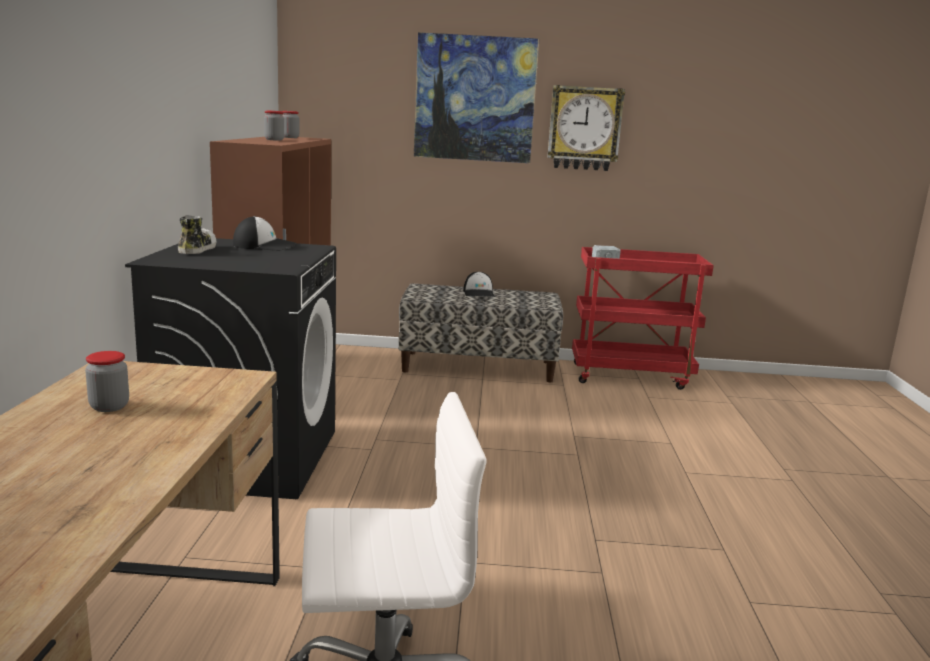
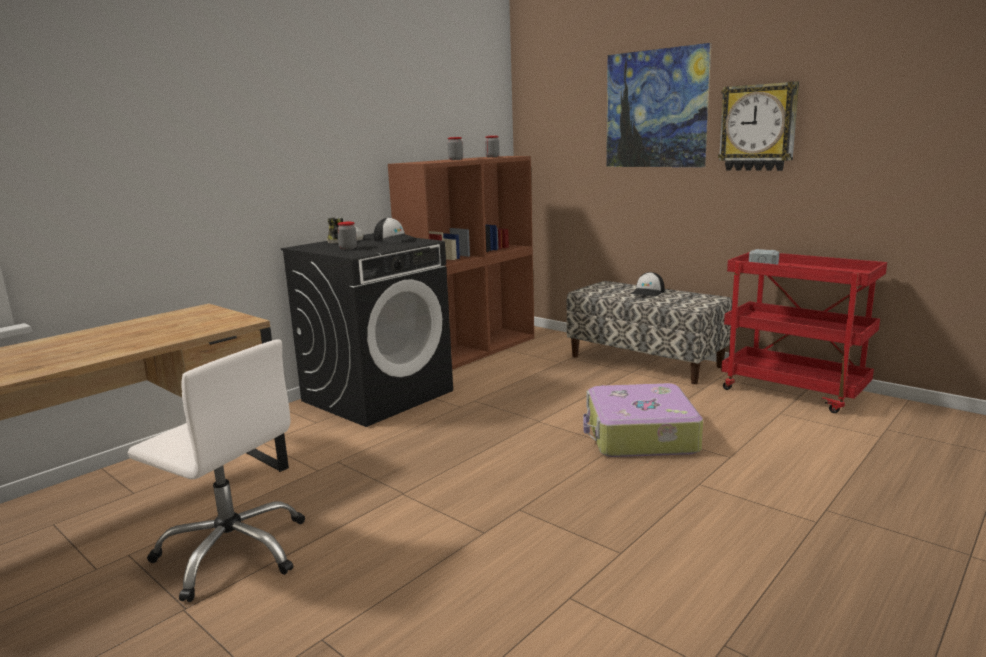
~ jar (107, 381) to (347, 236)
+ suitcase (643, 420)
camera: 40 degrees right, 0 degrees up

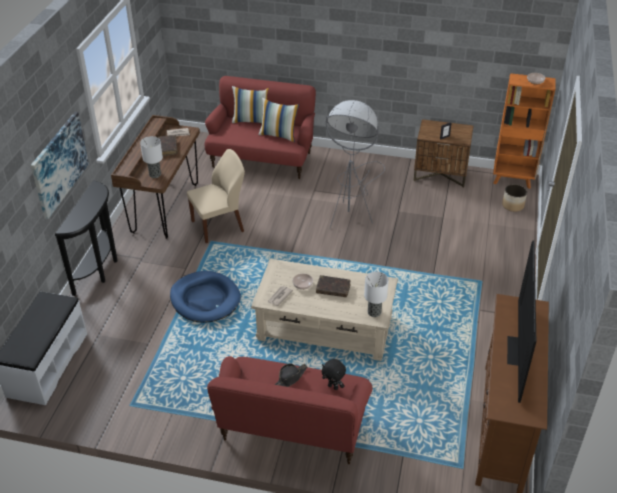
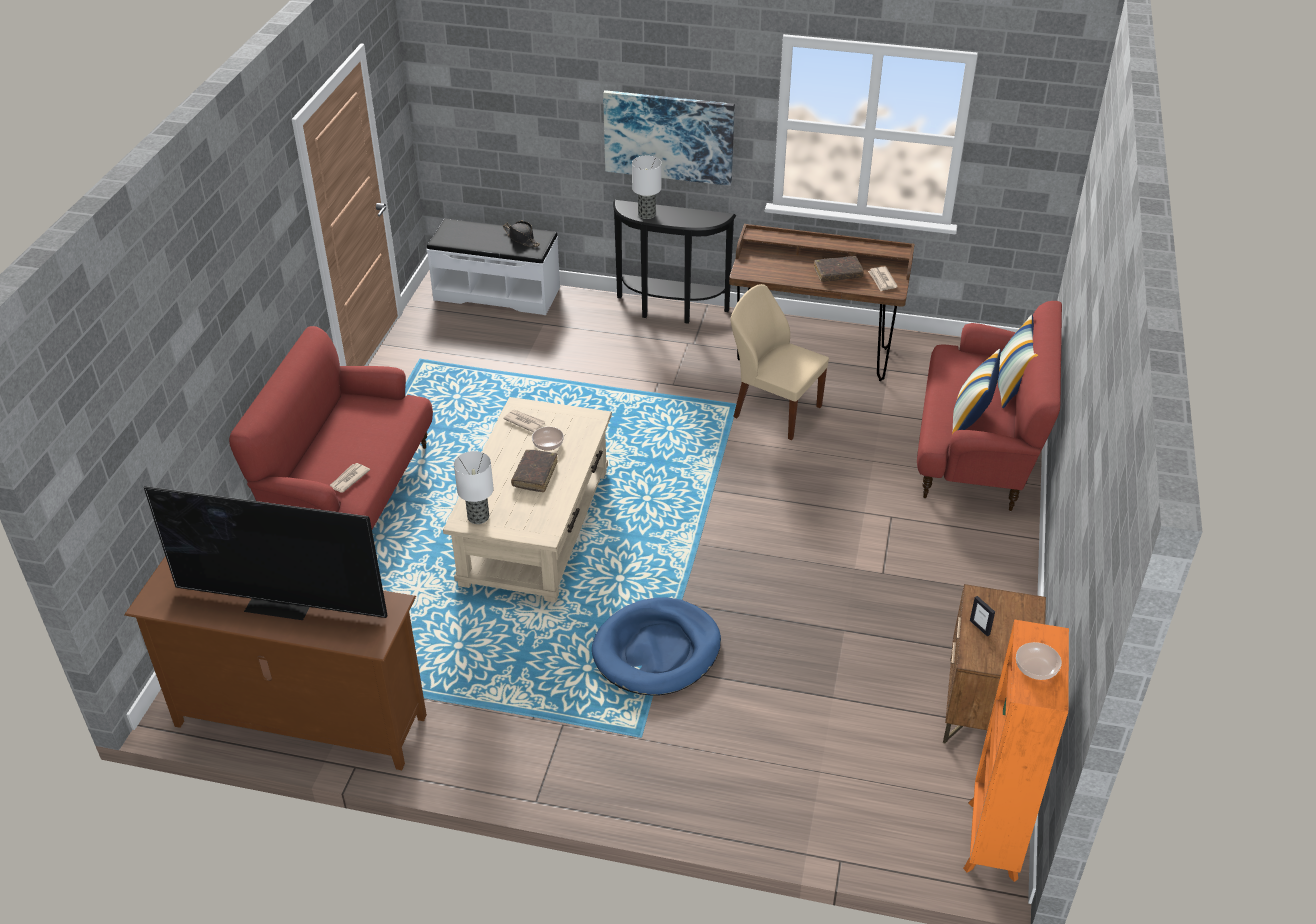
~ plush toy/black (334, 374) to newspaper (349, 478)
~ hat/black (290, 375) to (521, 234)
~ dog bed/blue (205, 297) to (656, 646)
~ table lamp (151, 157) to (646, 187)
~ chair/beige (216, 196) = (779, 362) 150 degrees clockwise
- floor lamp/grey (355, 164)
- planter (514, 198)
camera: 90 degrees right, 0 degrees up

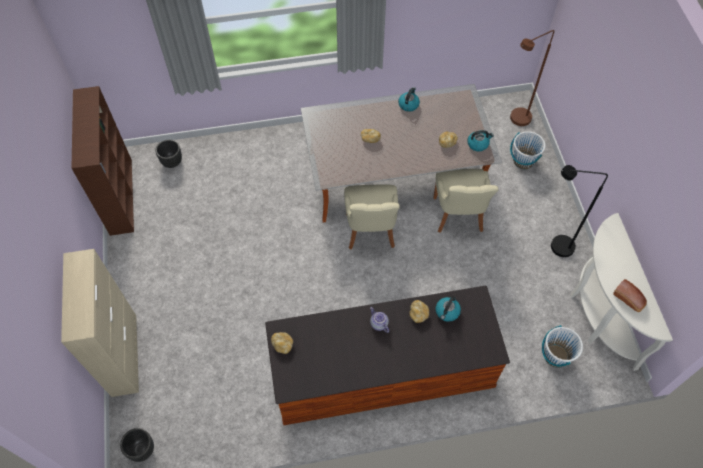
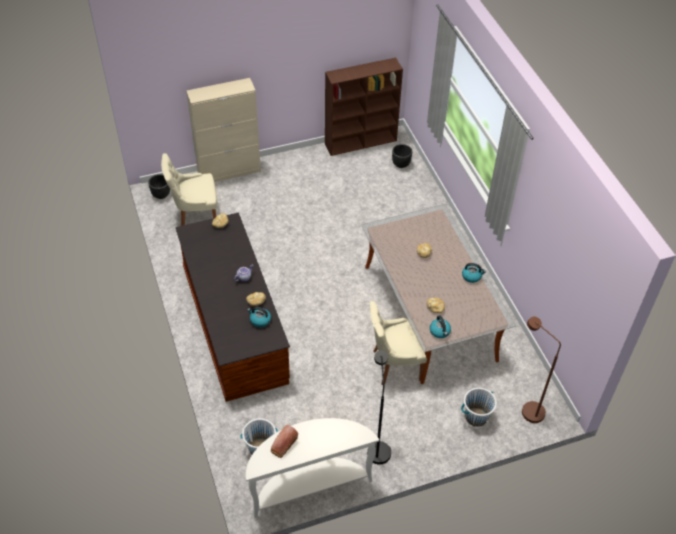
~ chair/beige (372, 217) to (189, 189)
camera: 80 degrees right, 10 degrees down

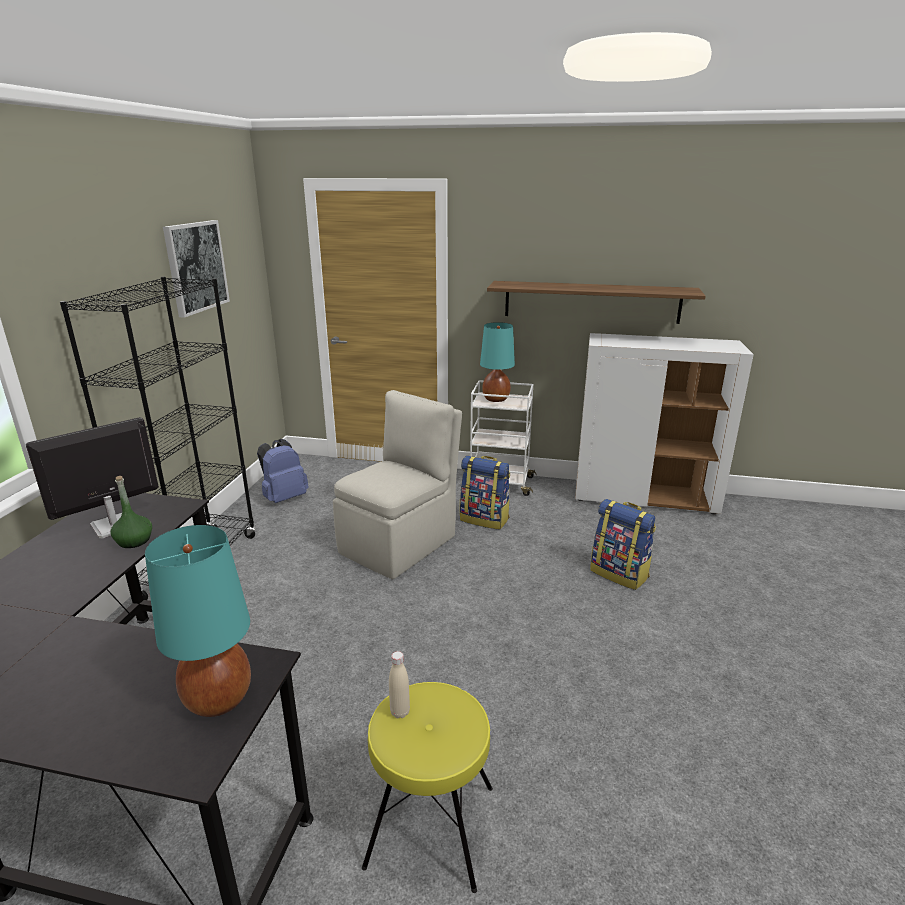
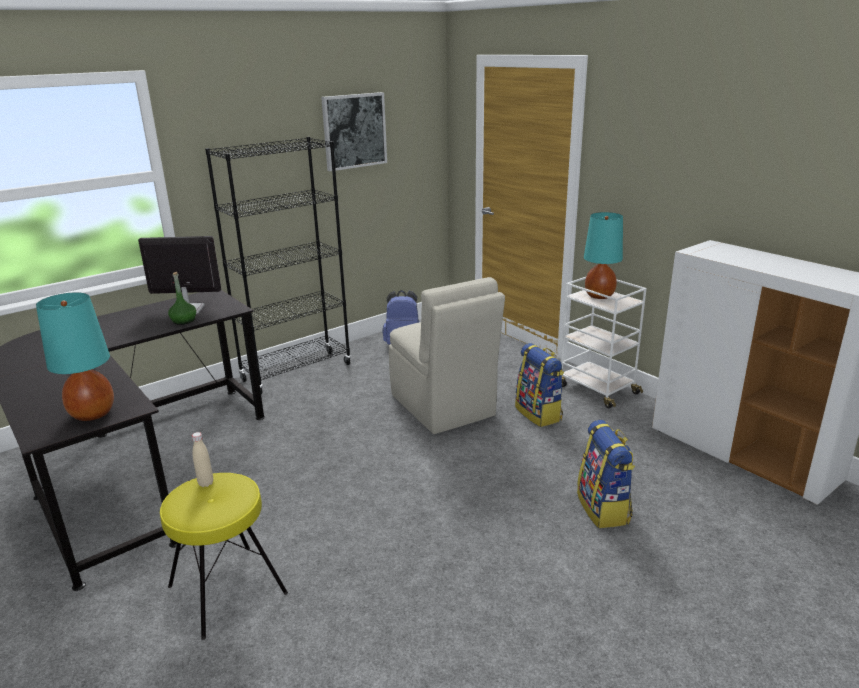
~ chair/beige (397, 484) = (447, 355) 75 degrees clockwise
- shelf (596, 302)
camera: 40 degrees right, 0 degrees up

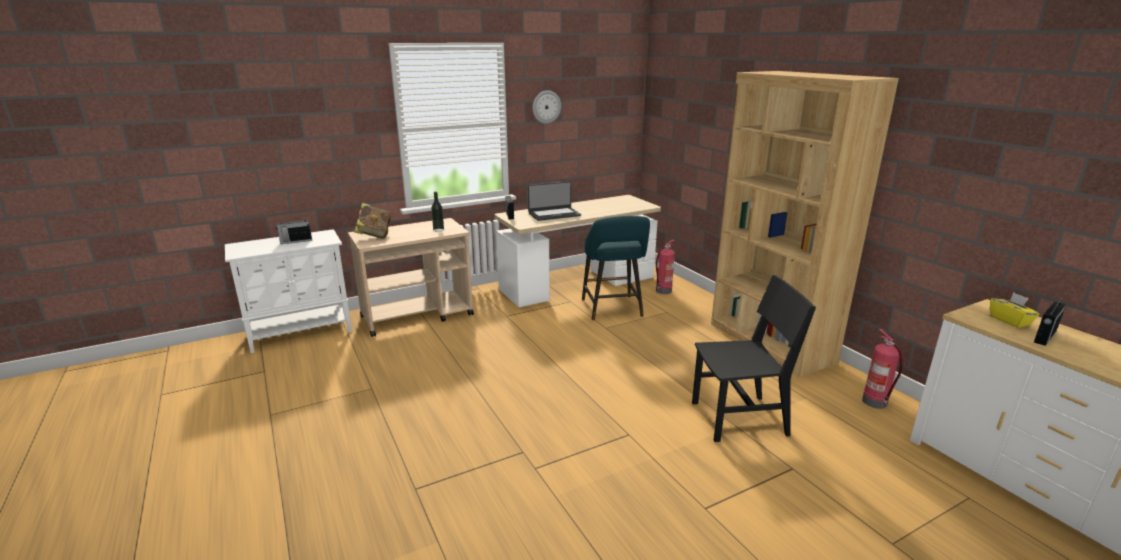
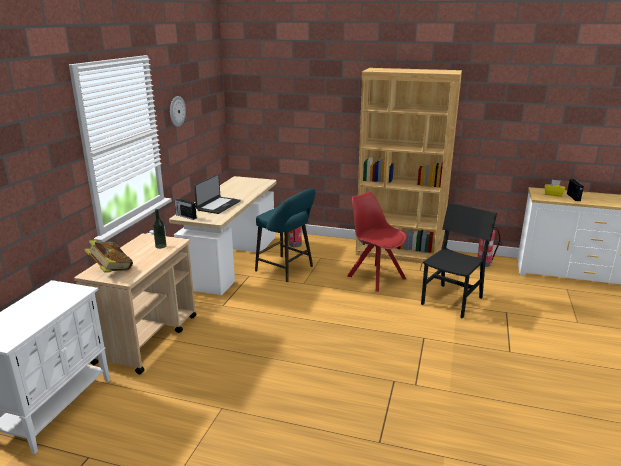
+ chair/red (377, 242)
- radio (294, 230)
camera: 45 degrees left, 0 degrees up

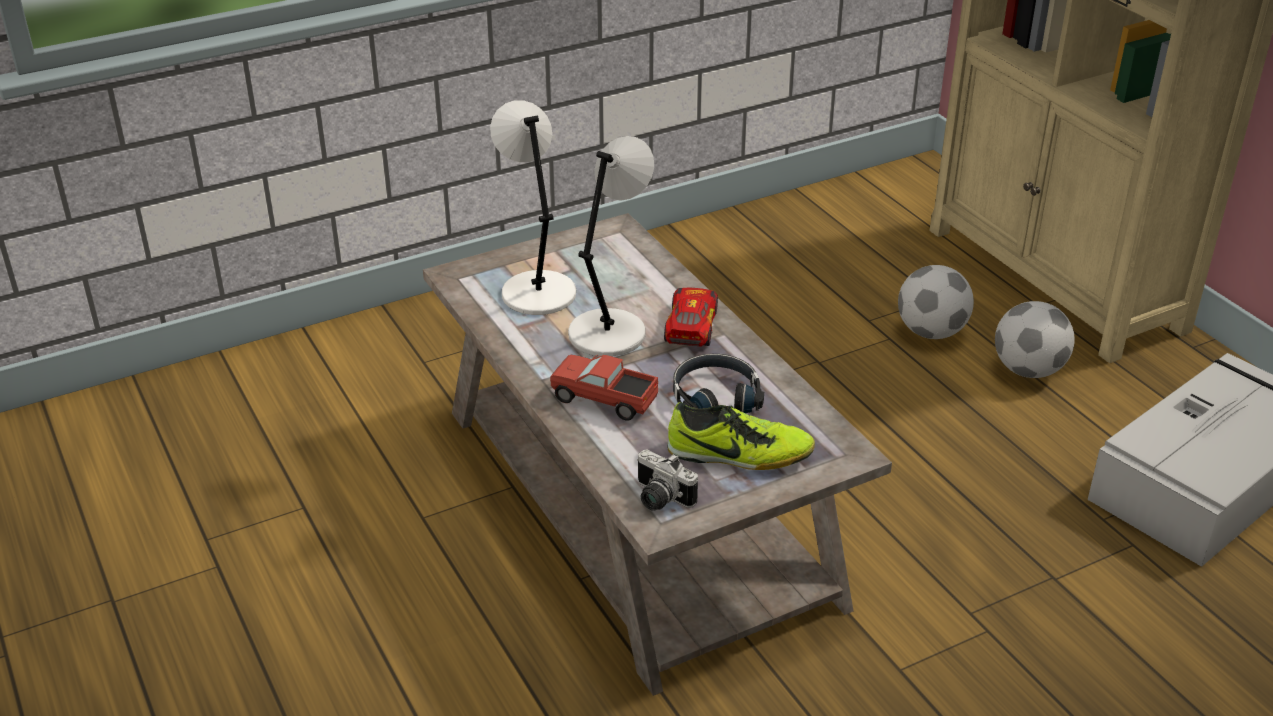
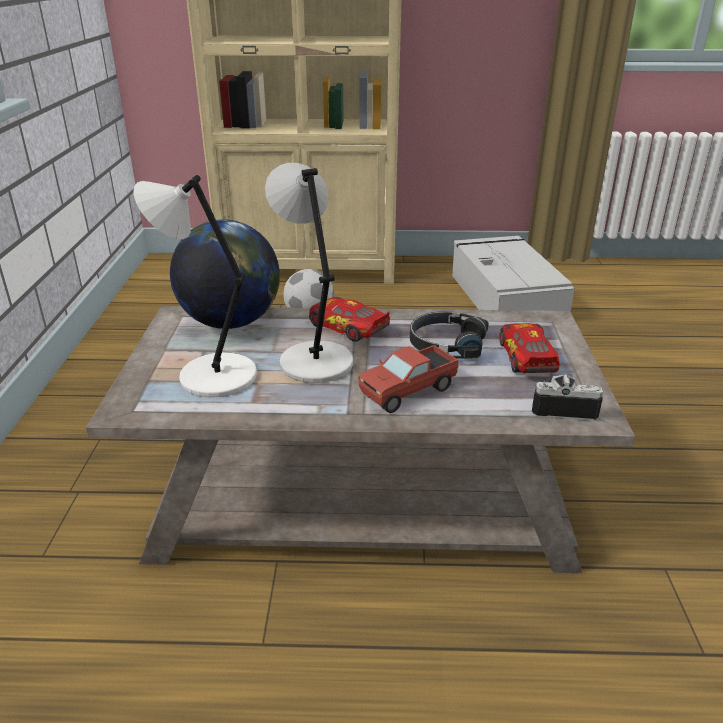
+ globe (225, 274)
~ shoe (741, 436) to toy car (529, 348)
~ photo camera (667, 480) = (567, 397) 150 degrees counterclockwise
- football (1035, 339)
camera: 60 degrees left, 5 degrees down

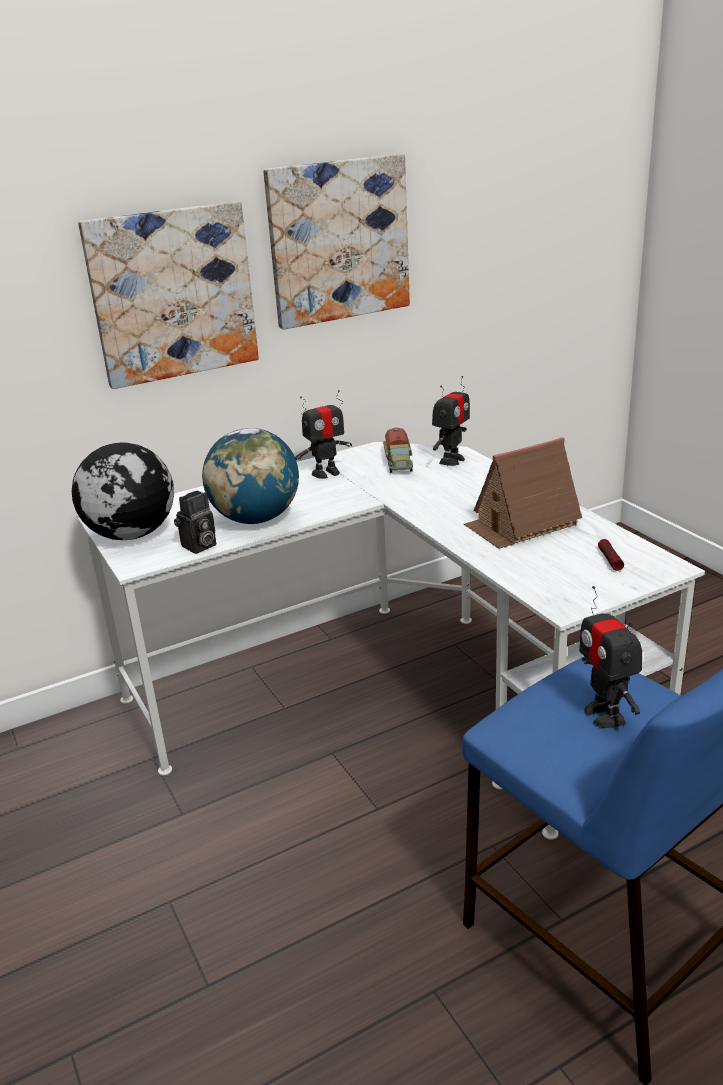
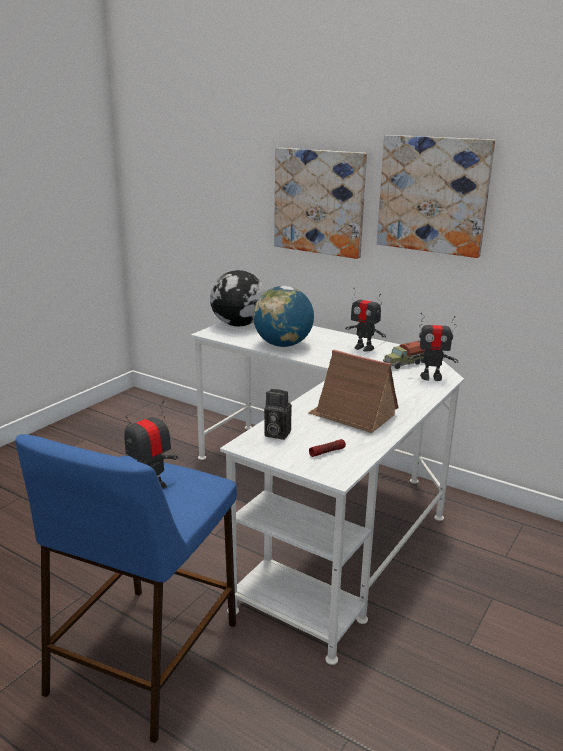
~ photo camera (195, 522) to (278, 414)
camera: 60 degrees right, 5 degrees down

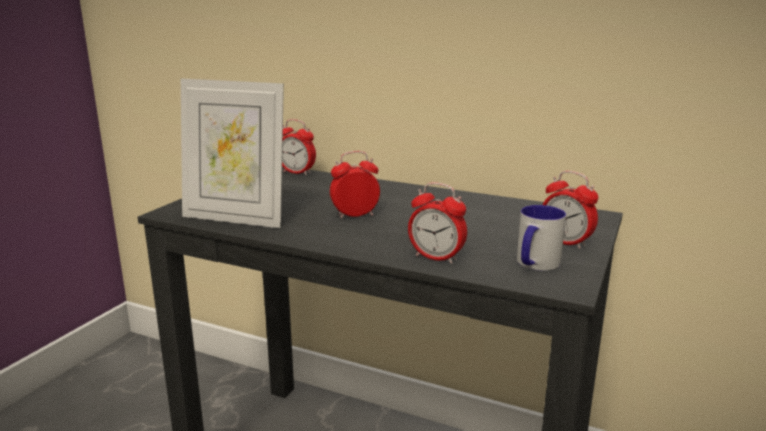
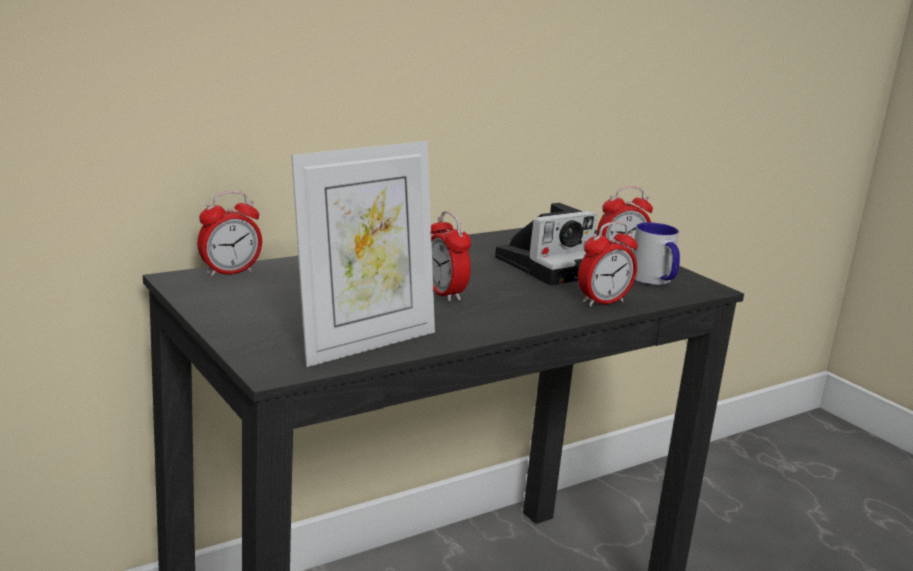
~ alarm clock (355, 185) = (451, 256) 45 degrees counterclockwise
+ photo camera (546, 244)
camera: 60 degrees left, 0 degrees up

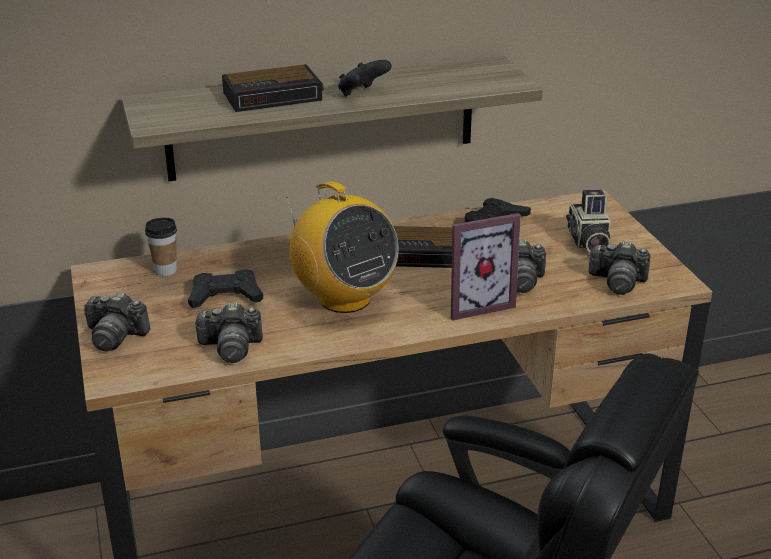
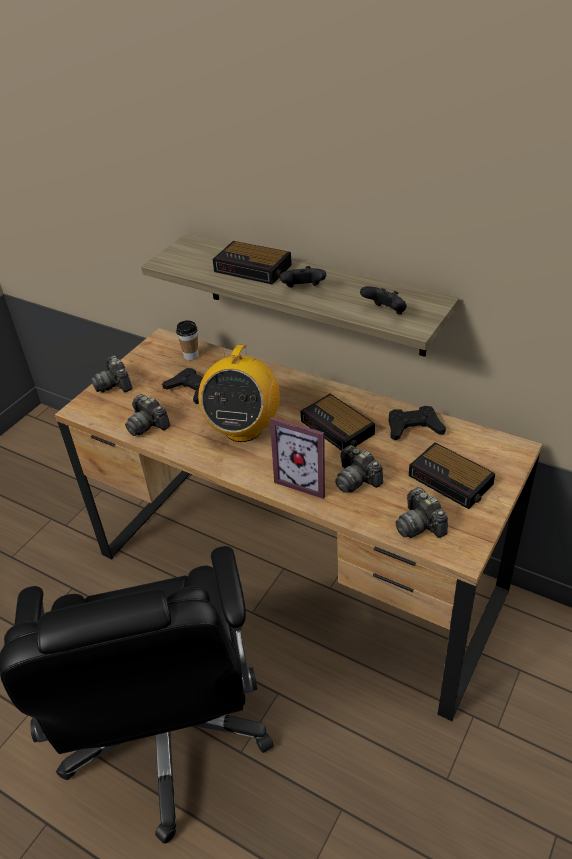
+ game controller/black (383, 300)
~ photo camera (588, 221) to alarm clock (452, 475)
camera: 50 degrees right, 10 degrees up

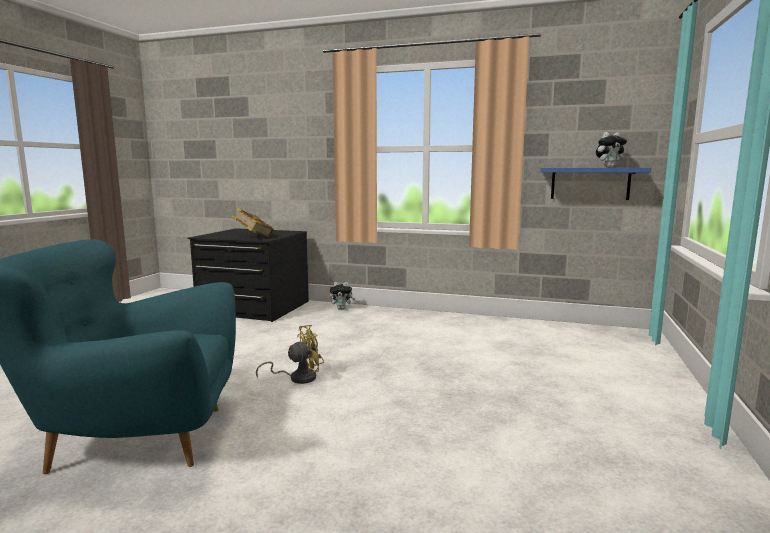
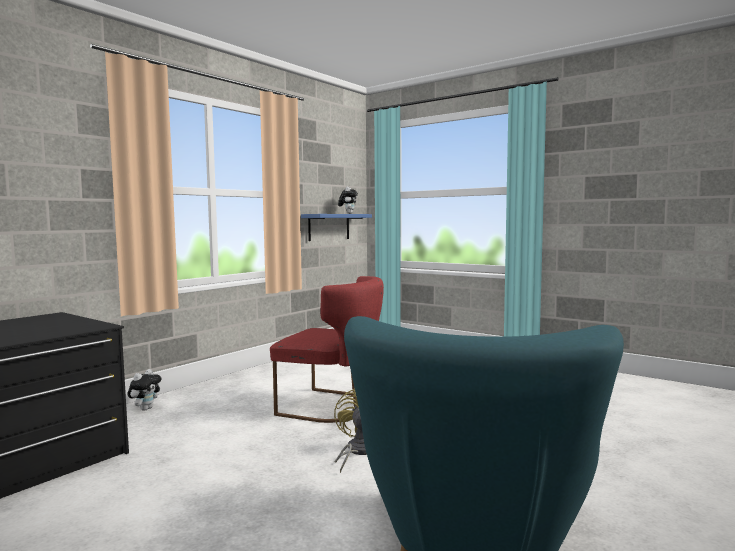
+ chair/red (327, 349)
- book (253, 222)
camera: 70 degrees left, 5 degrees down

